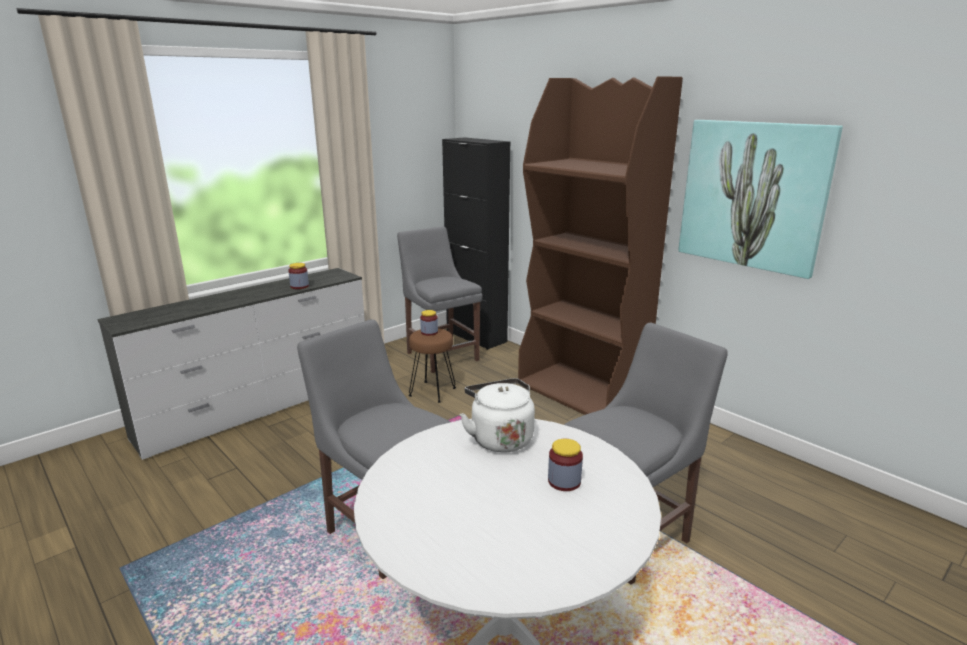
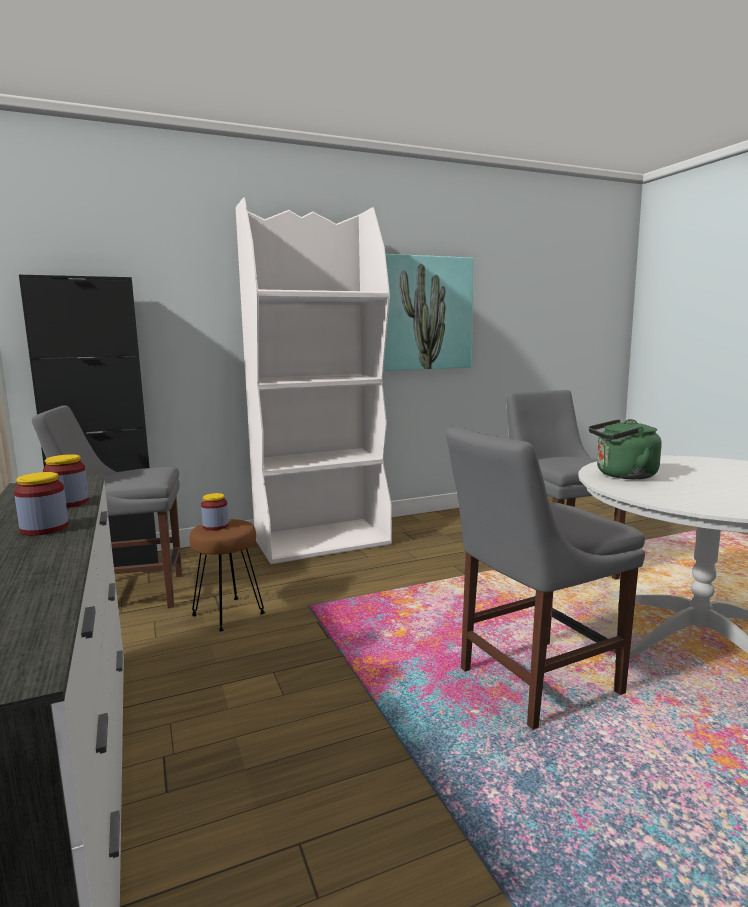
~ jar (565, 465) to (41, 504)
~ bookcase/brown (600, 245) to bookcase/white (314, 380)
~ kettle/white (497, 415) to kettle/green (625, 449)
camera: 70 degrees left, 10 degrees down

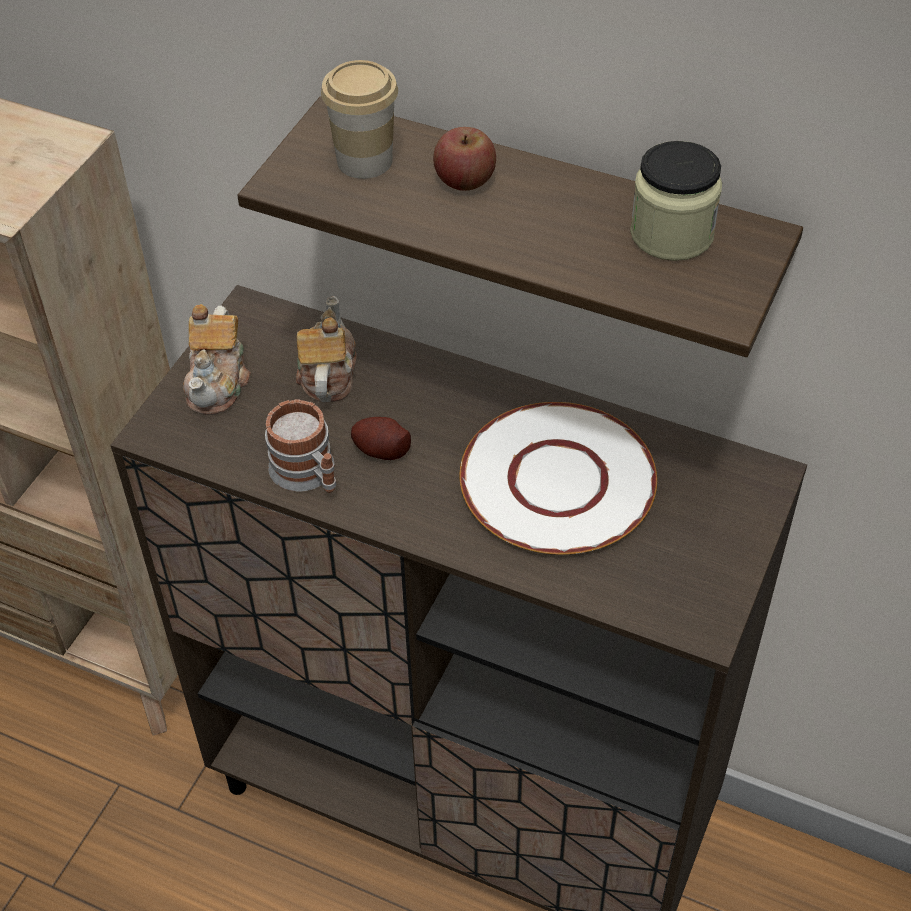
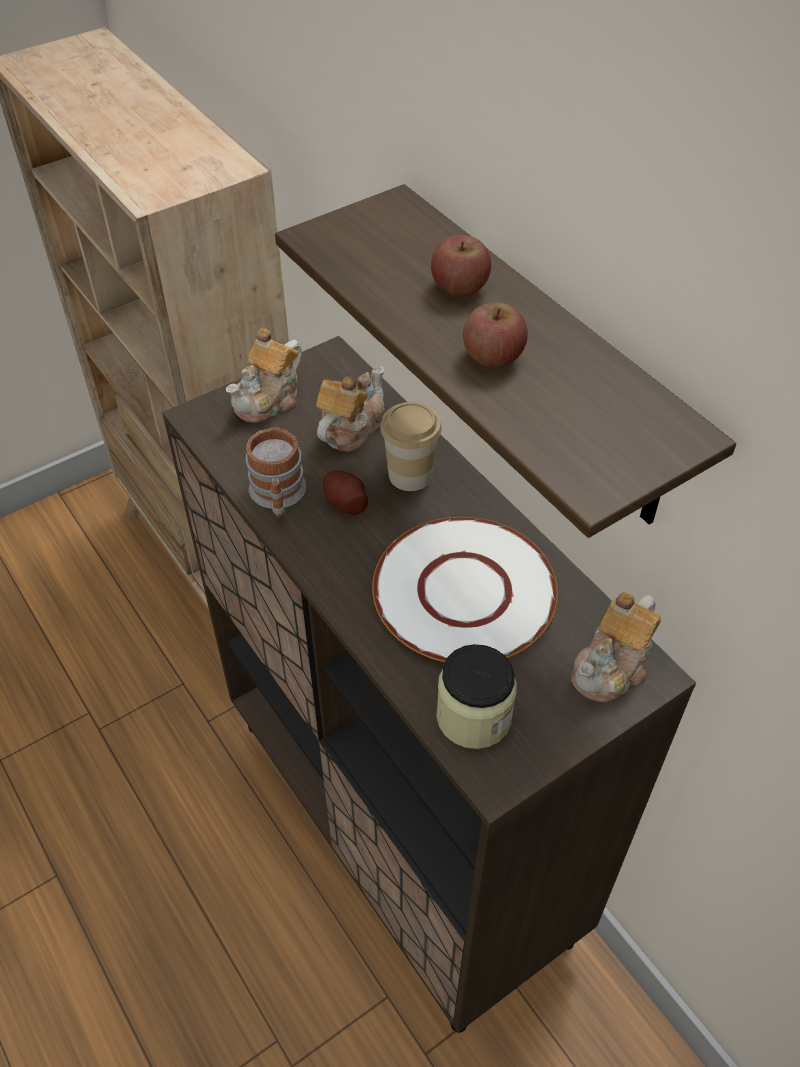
~ cup (359, 119) to (411, 446)
~ jar (676, 201) to (476, 696)
+ apple (495, 334)
+ teapot (616, 647)
camera: 30 degrees right, 0 degrees up

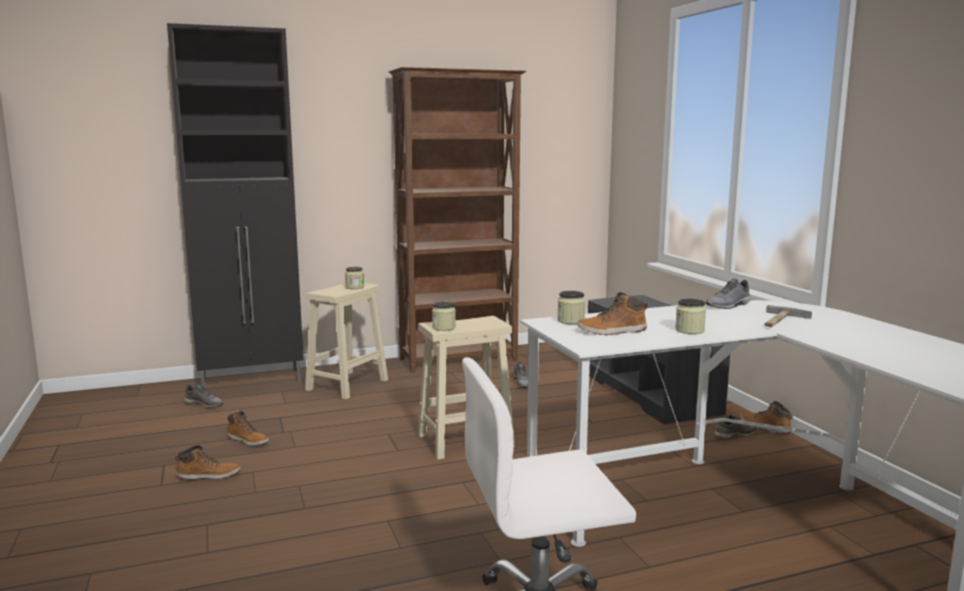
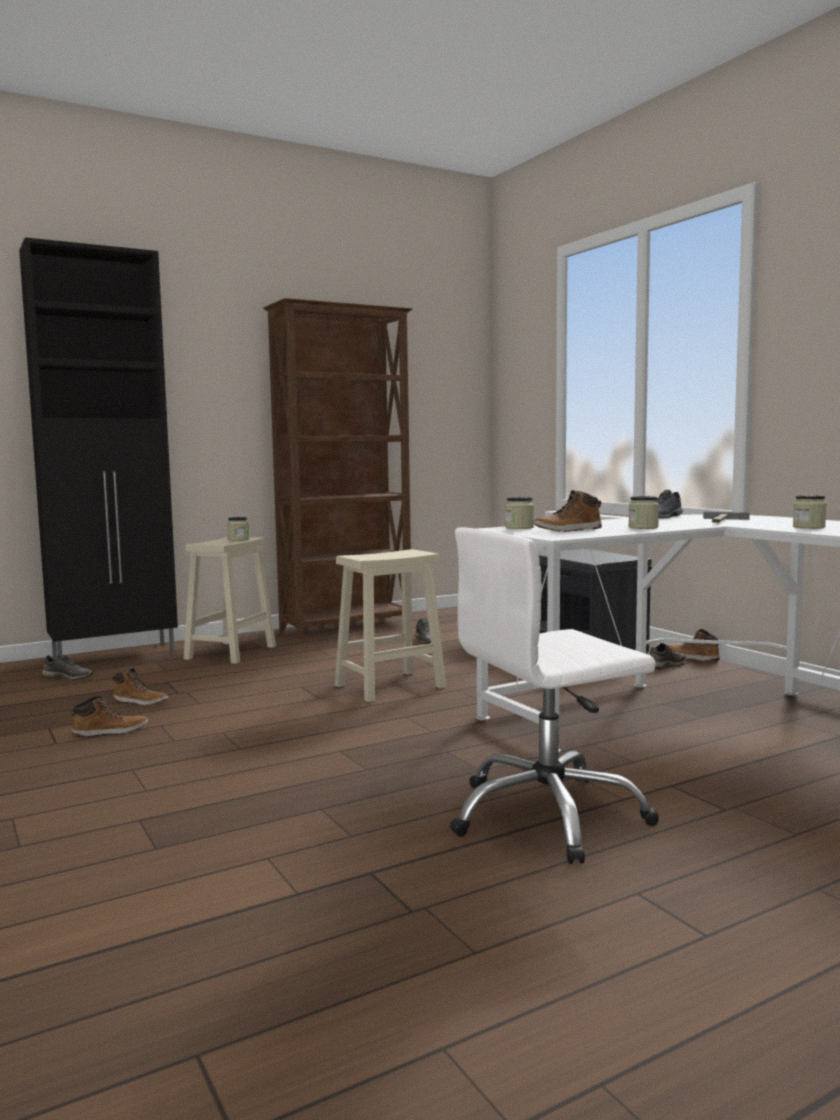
~ jar (444, 316) to (809, 512)
camera: 10 degrees left, 5 degrees down

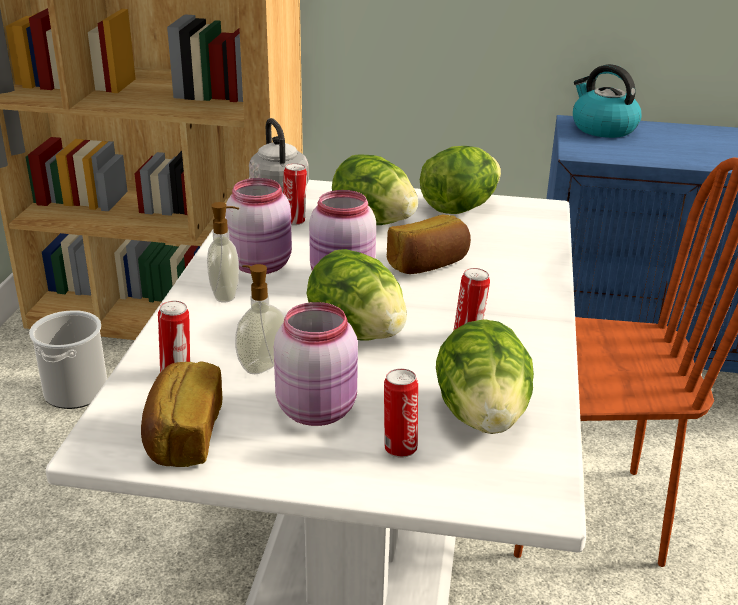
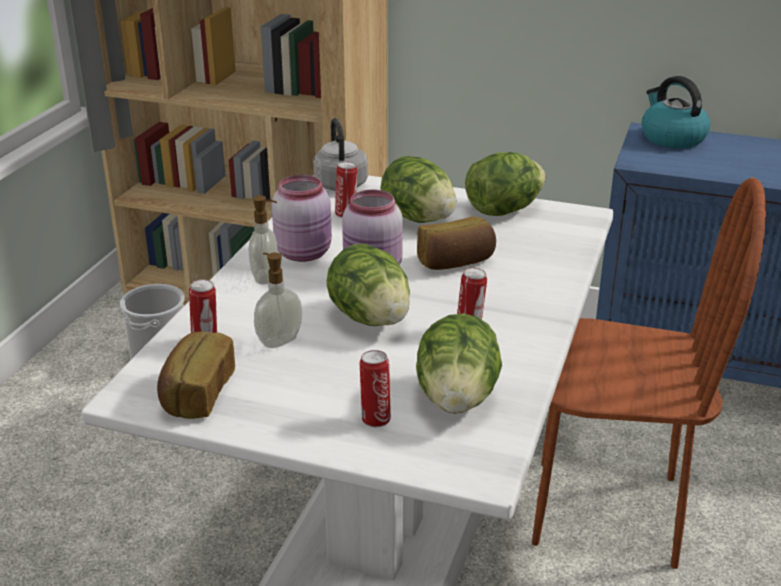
- jar/pink (316, 364)
camera: 10 degrees right, 0 degrees up

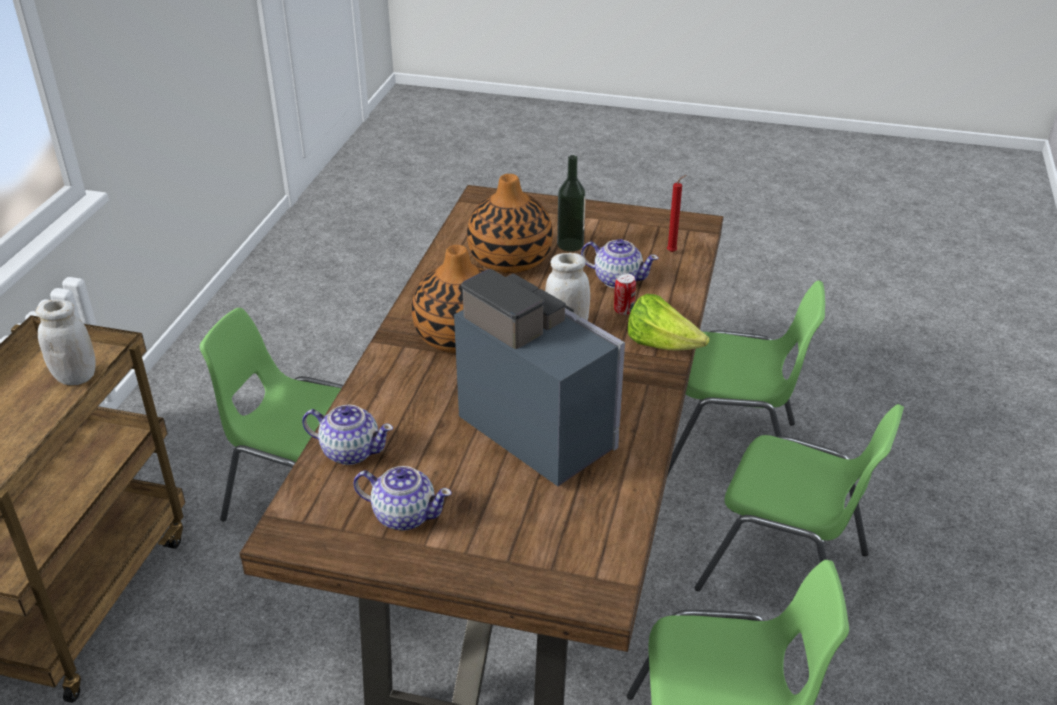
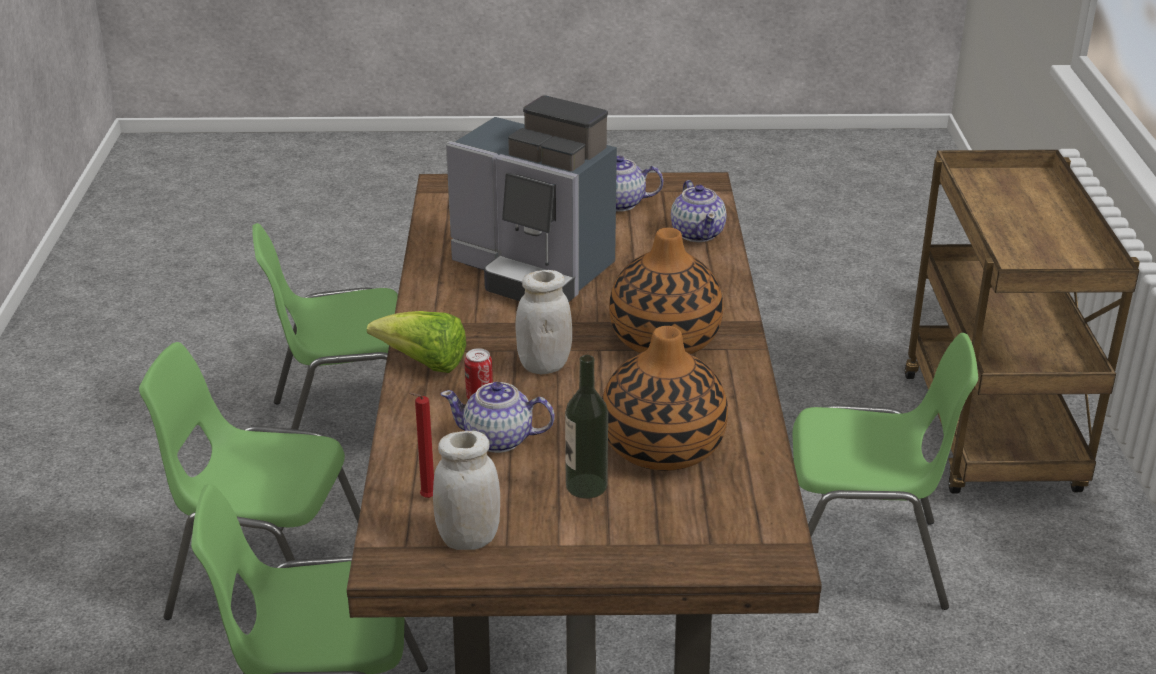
~ jar/white (66, 342) to (466, 490)
~ teapot (347, 435) = (698, 211) 105 degrees counterclockwise
camera: 165 degrees right, 5 degrees down

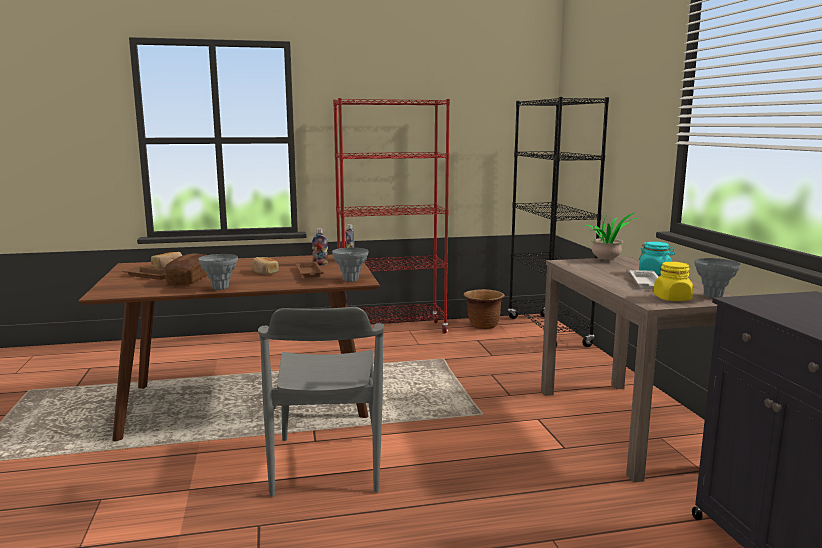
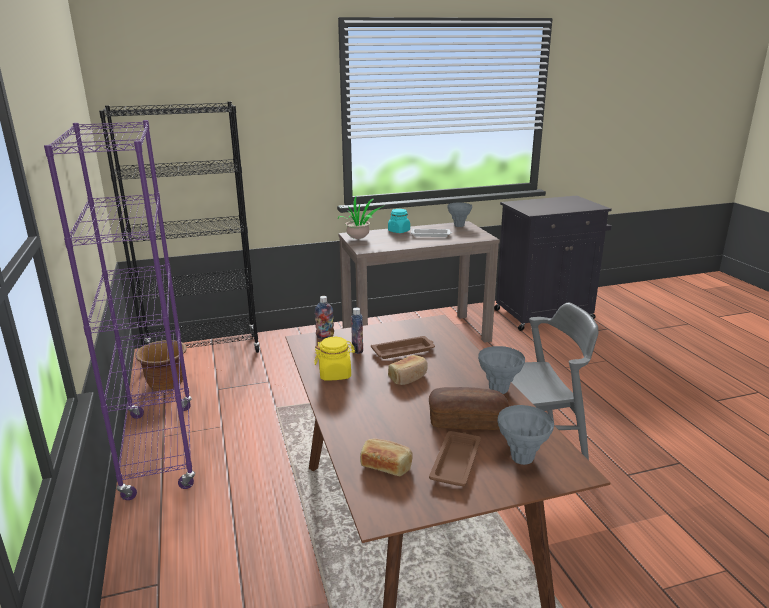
~ bookcase/red (391, 216) to bookcase/purple (119, 310)
~ jar/yellow (673, 281) to (334, 358)
~ vase/grey (350, 265) to (526, 435)
camera: 95 degrees left, 10 degrees up

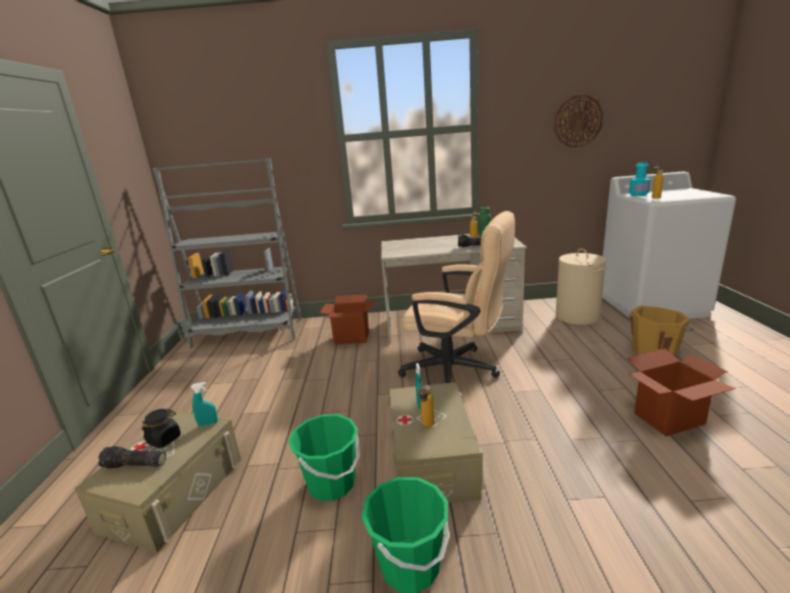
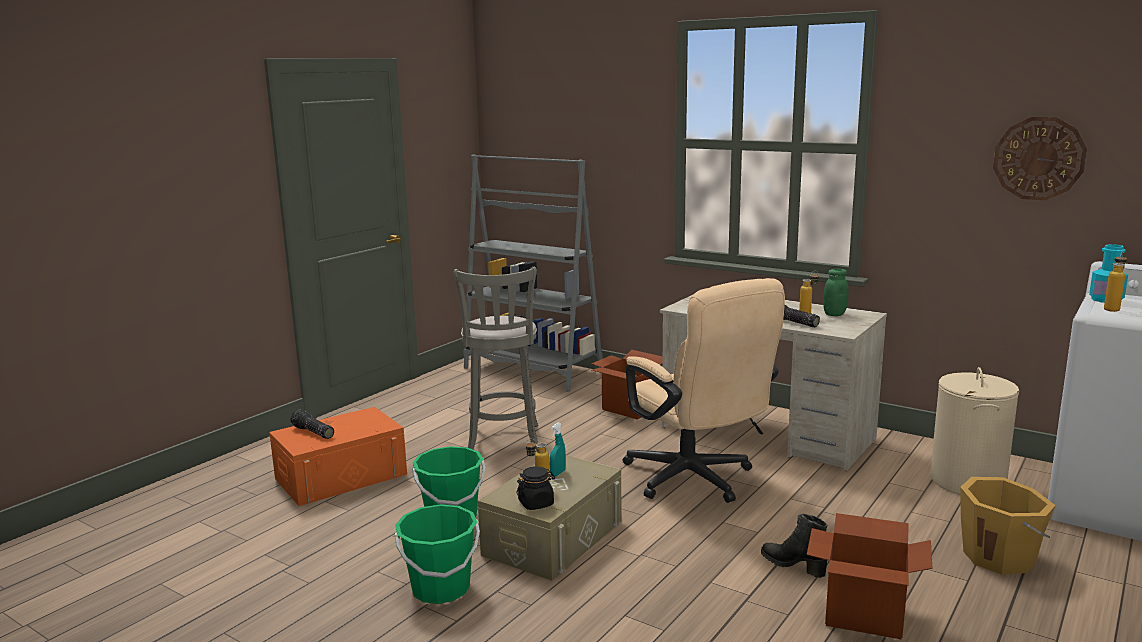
~ storage box/beige (157, 481) to storage box/orange (338, 456)
+ stool/grey (495, 358)
~ jar/black (161, 428) to (536, 488)
+ boot/black (794, 546)
- spray bottle/turquoise (204, 404)
camera: 35 degrees right, 5 degrees down

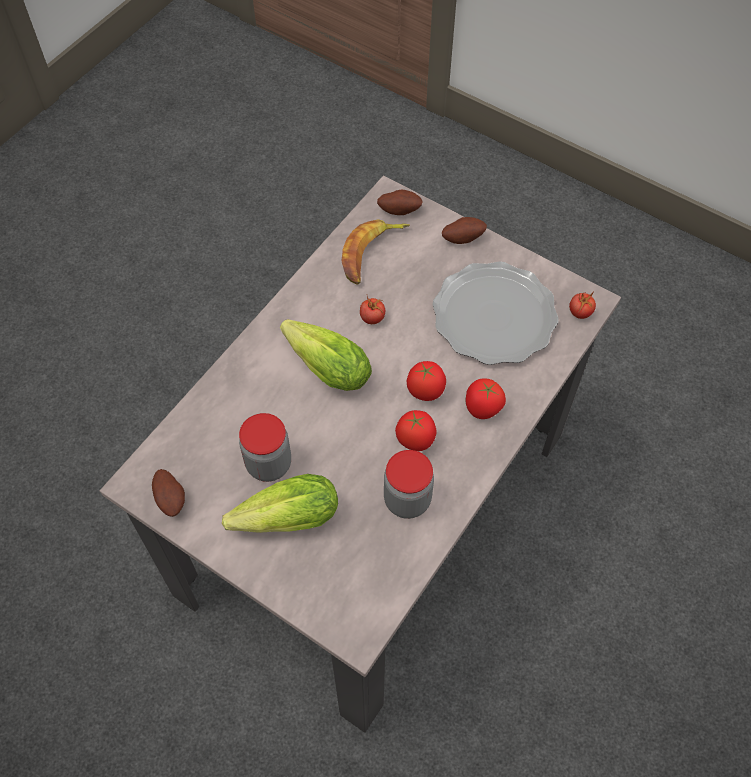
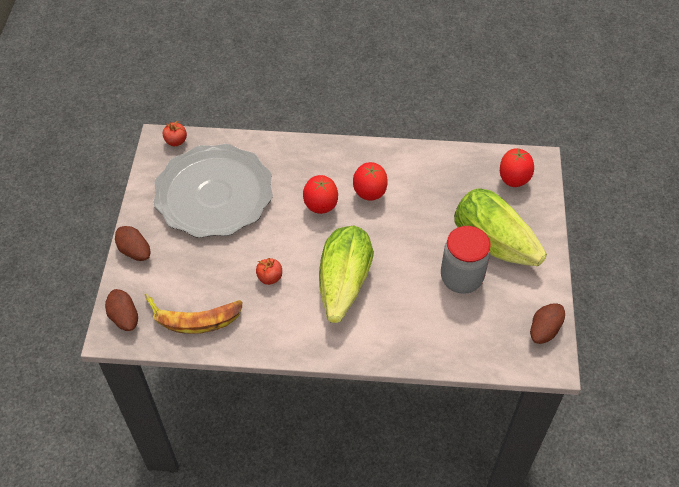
~ tomato (485, 399) to (517, 167)
- jar (409, 484)
camera: 120 degrees left, 5 degrees down

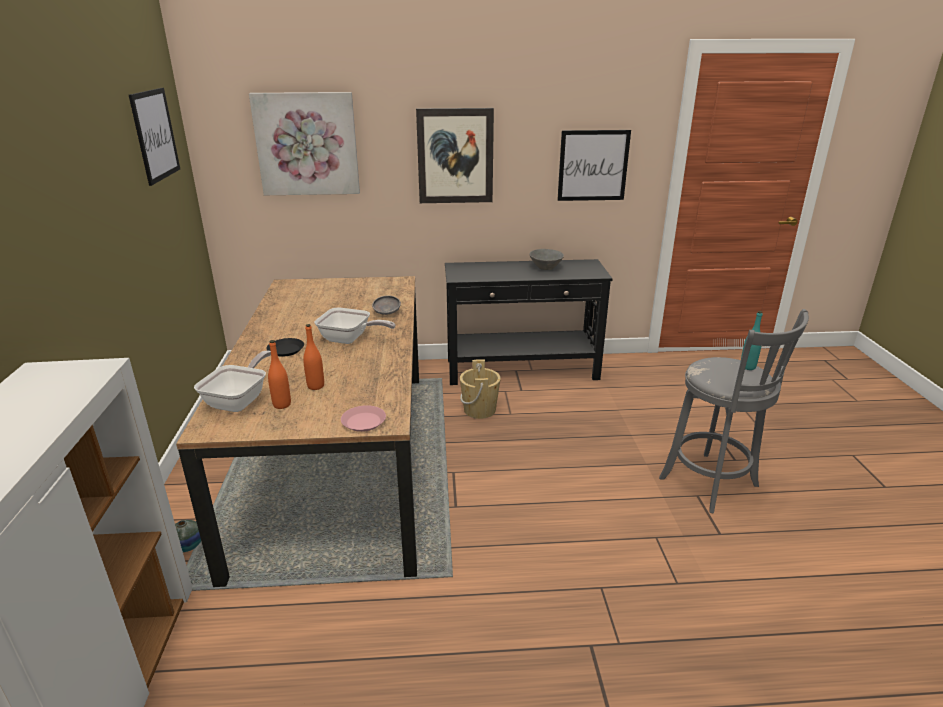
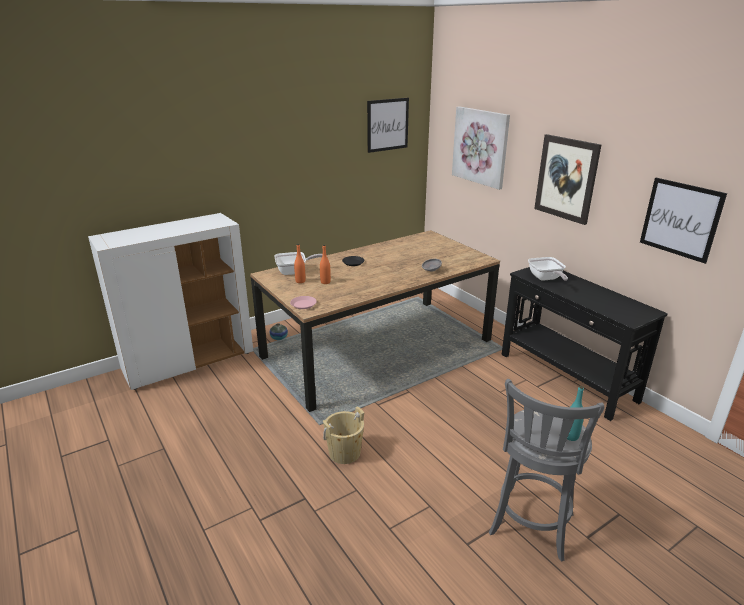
~ bucket/beige (480, 389) to (343, 435)
~ frying pan (355, 326) to (548, 269)
- bowl/grey (546, 259)
camera: 60 degrees right, 0 degrees up

